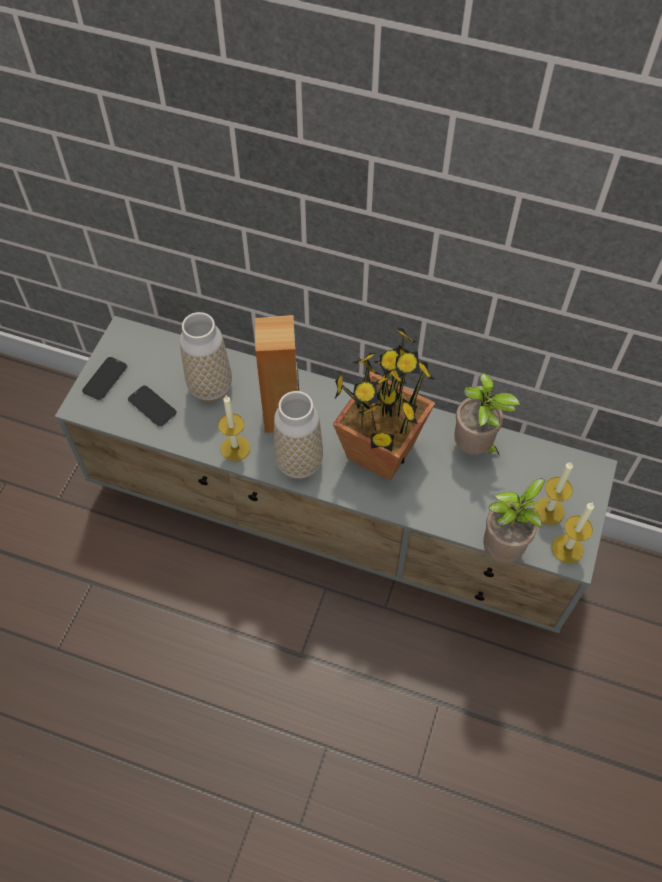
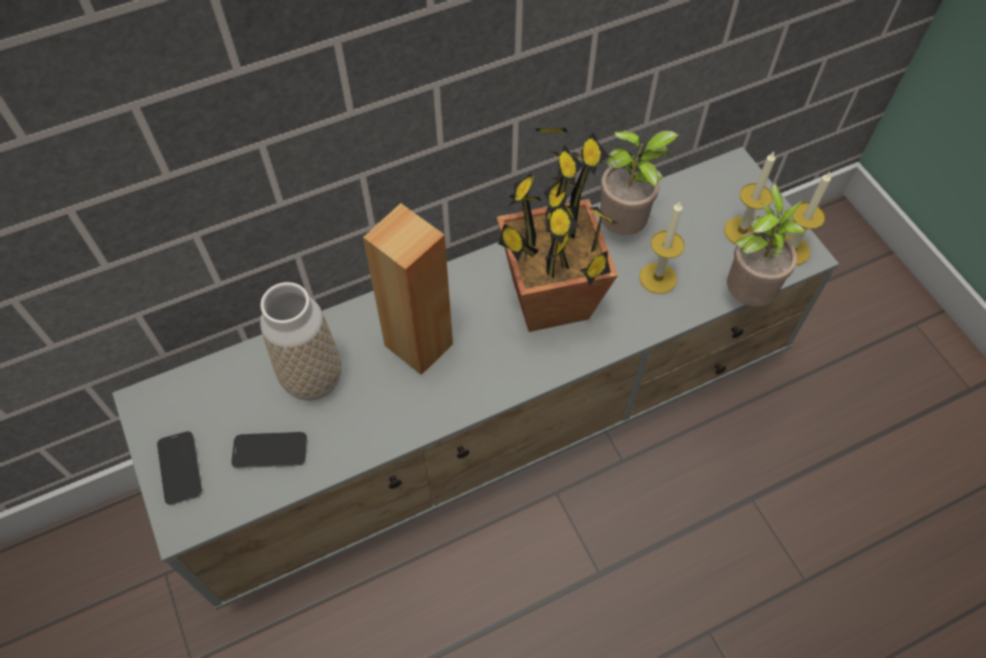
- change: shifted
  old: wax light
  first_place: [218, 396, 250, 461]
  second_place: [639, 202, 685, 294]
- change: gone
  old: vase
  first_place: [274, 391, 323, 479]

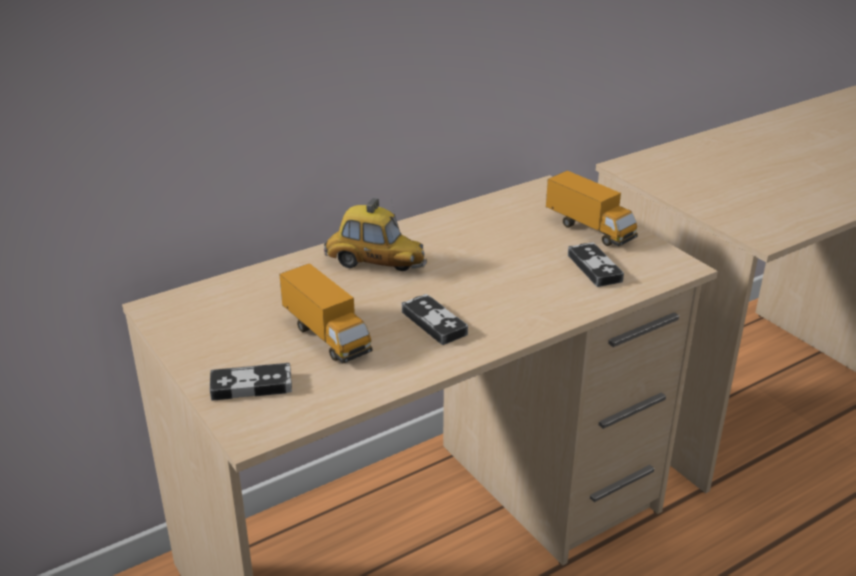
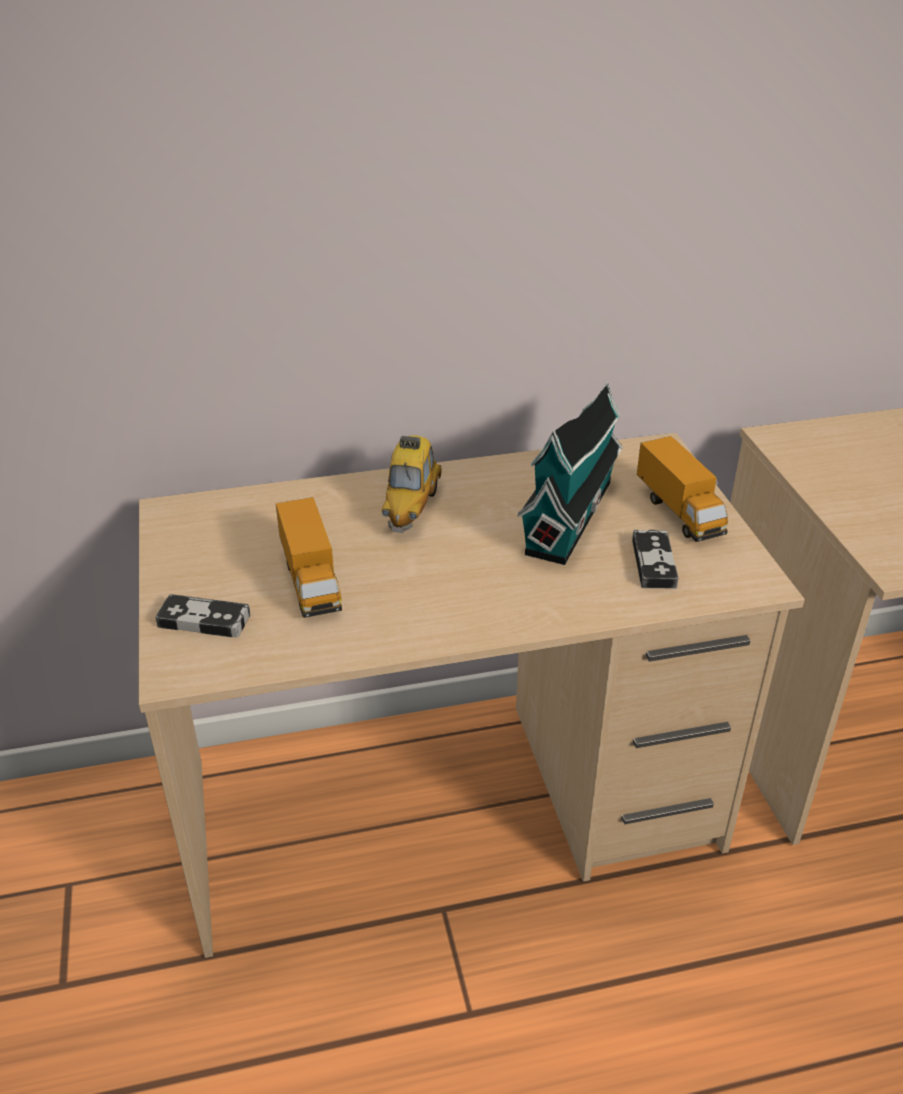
- change: rotated
  old: model car
  first_place: [324, 198, 427, 271]
  second_place: [382, 435, 441, 533]
  degrees: 60
- change: new
  new: toy house
  second_place: [517, 382, 623, 565]
- change: gone
  old: gamepad
  first_place: [402, 294, 468, 345]

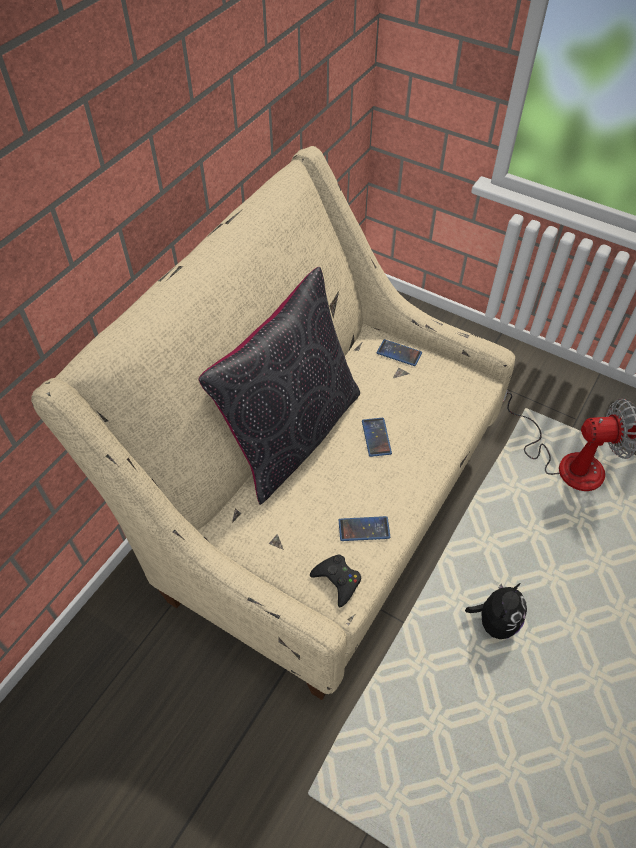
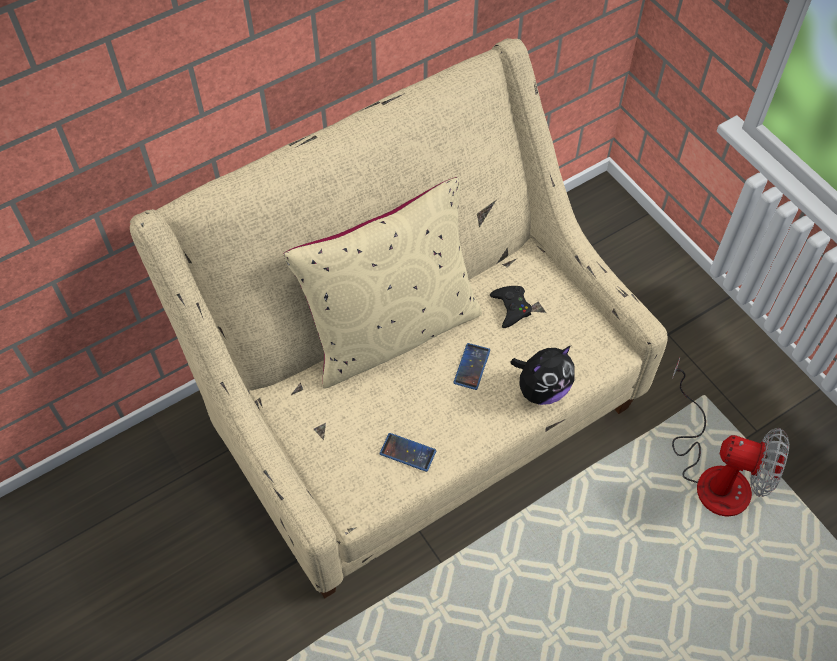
- change: repainted
  old: pillow (black-coloured)
  new: pillow (beige)
  first_place: [198, 267, 360, 505]
  second_place: [283, 177, 482, 389]
- change: shifted
  old: gamepad (black-coloured)
  first_place: [310, 554, 361, 607]
  second_place: [490, 286, 532, 328]
- change: shifted
  old: plush toy
  first_place: [465, 583, 527, 639]
  second_place: [510, 346, 575, 405]
- change: gone
  old: handset
  first_place: [377, 339, 422, 366]

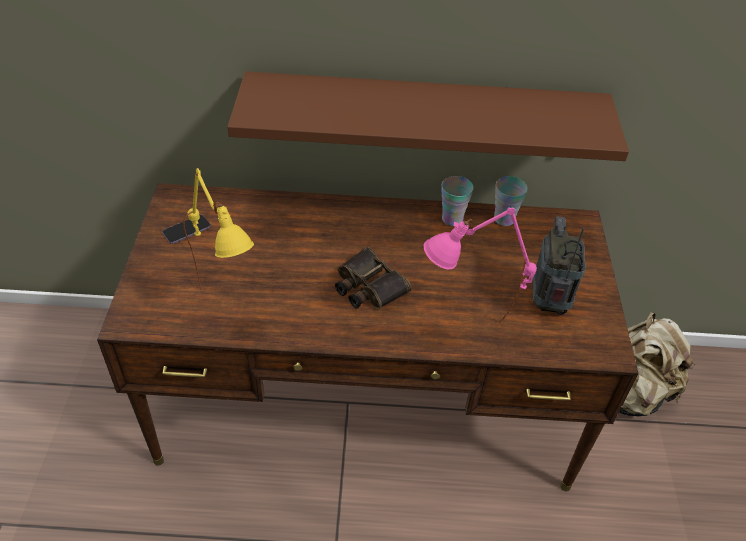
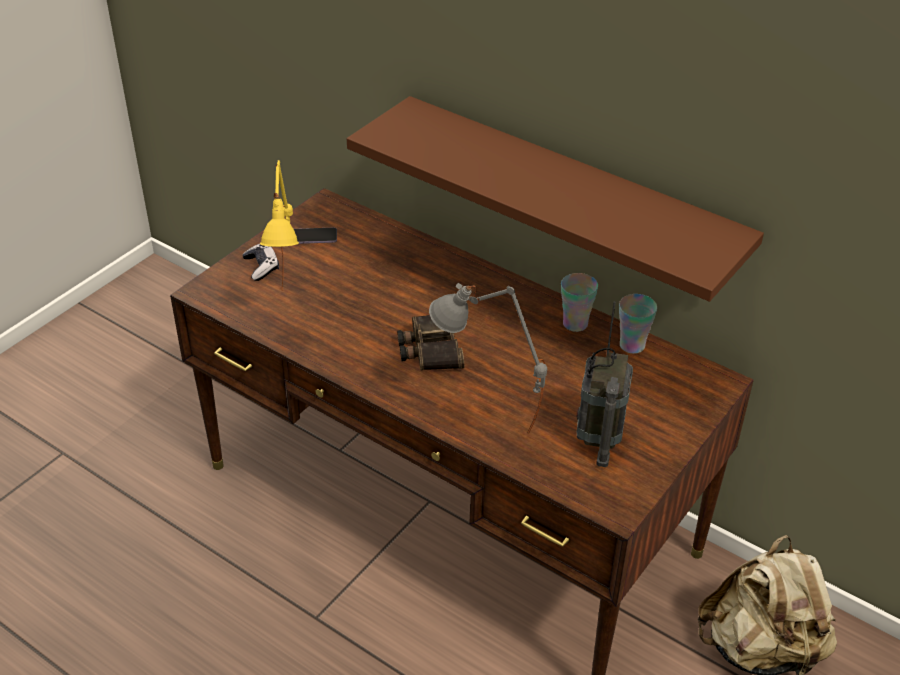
- change: new
  new: gamepad
  second_place: [242, 244, 279, 281]
- change: repainted
  old: tabletop lamp (pink-coloured)
  new: tabletop lamp (greyish)
  first_place: [424, 207, 537, 323]
  second_place: [429, 283, 547, 434]
- change: rotated
  old: radio receiver
  first_place: [533, 216, 586, 315]
  second_place: [576, 301, 633, 467]
  degrees: 150

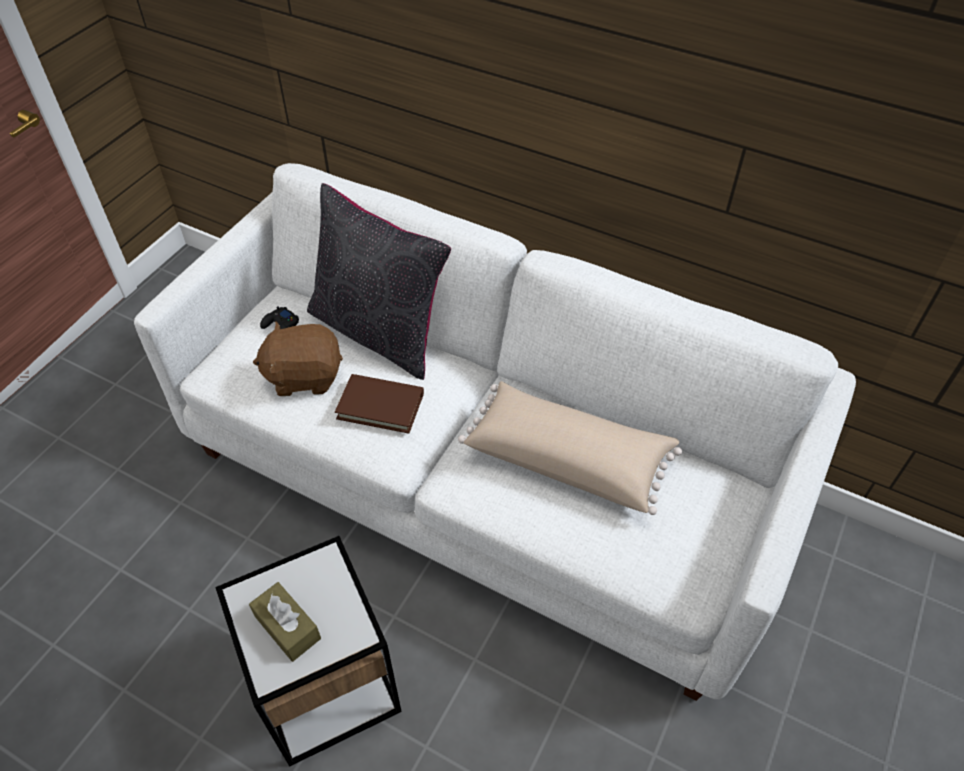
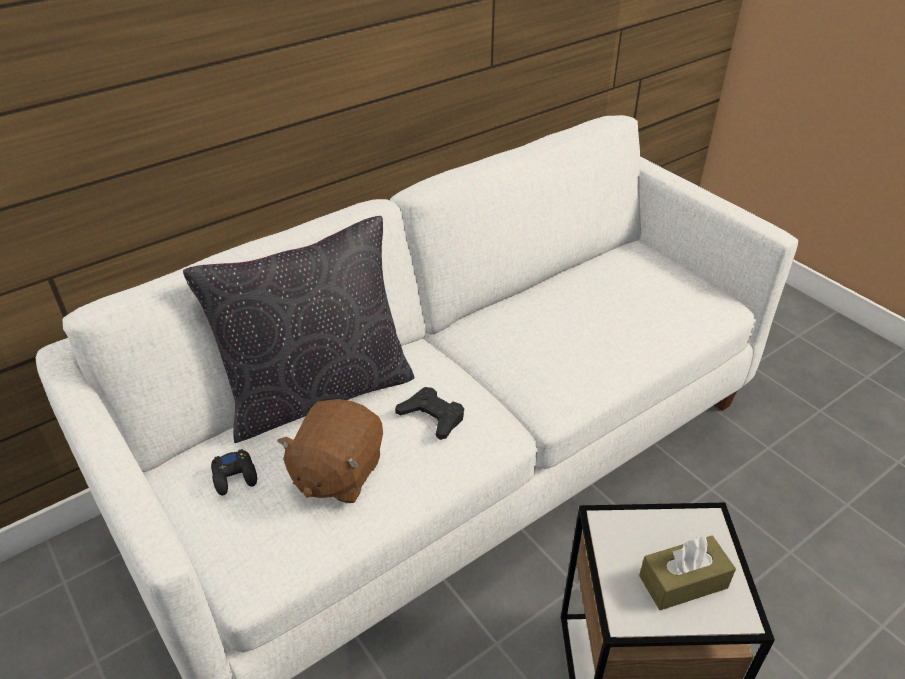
- change: swapped
  old: book (brown)
  new: gamepad (black-coloured)
  first_place: [335, 374, 424, 434]
  second_place: [395, 387, 464, 440]
- change: gone
  old: pillow (beige)
  first_place: [458, 381, 682, 515]

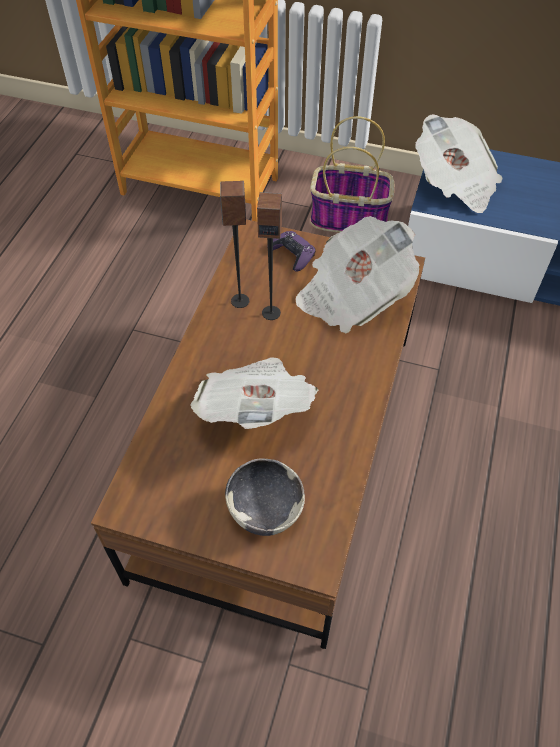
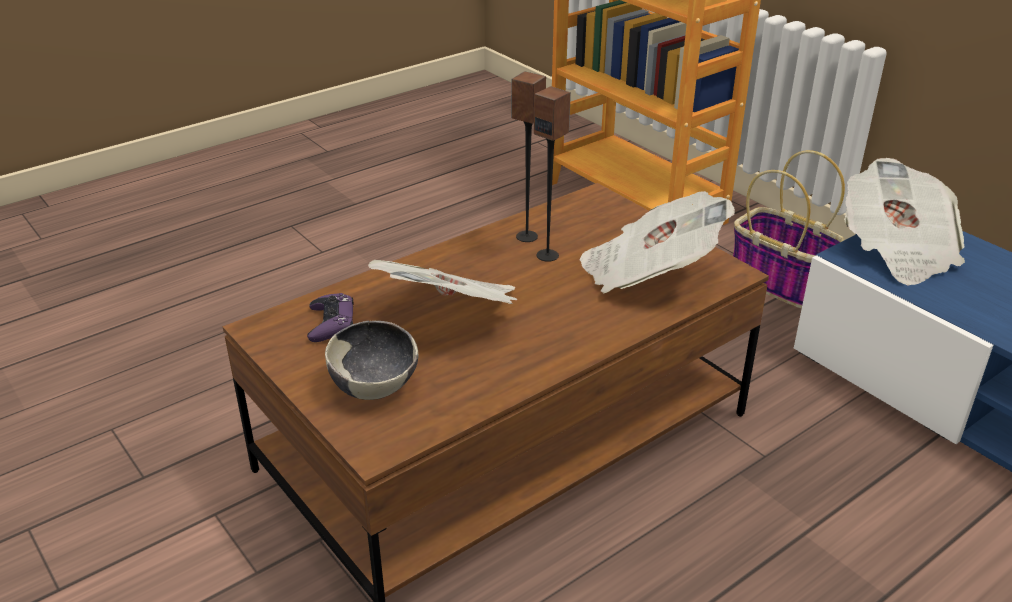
- change: shifted
  old: gamepad (purple)
  first_place: [267, 231, 316, 272]
  second_place: [307, 293, 353, 342]

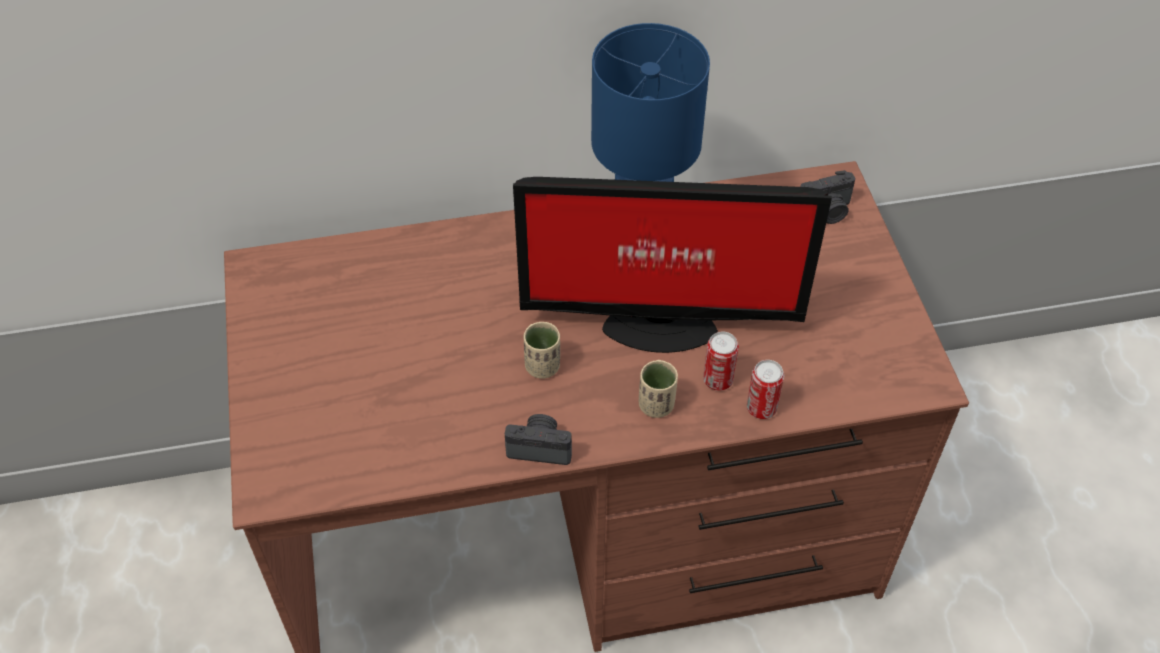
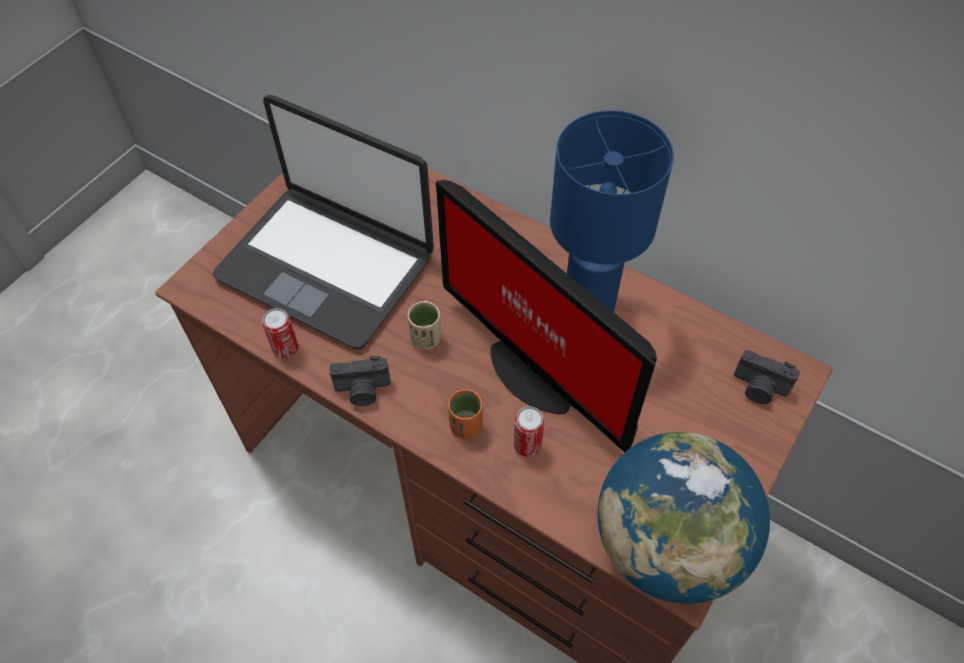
- change: new
  new: portable computer
  second_place: [212, 95, 434, 350]
- change: shifted
  old: can
  first_place: [747, 360, 784, 419]
  second_place: [262, 308, 299, 358]
- change: rotated
  old: photo camera
  first_place: [505, 414, 572, 465]
  second_place: [330, 356, 390, 406]
  degrees: 120
- change: repainted
  old: drinking cup (beige)
  new: drinking cup (orange)
  first_place: [639, 360, 678, 418]
  second_place: [448, 390, 482, 439]
- change: new
  new: desk globe
  second_place: [597, 432, 770, 604]

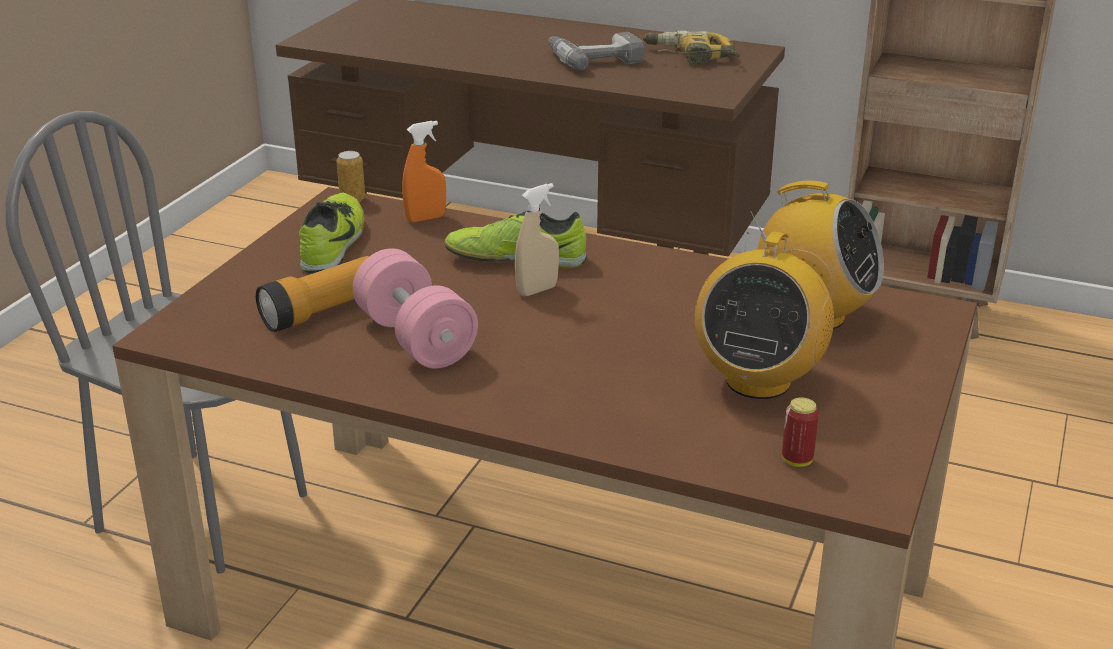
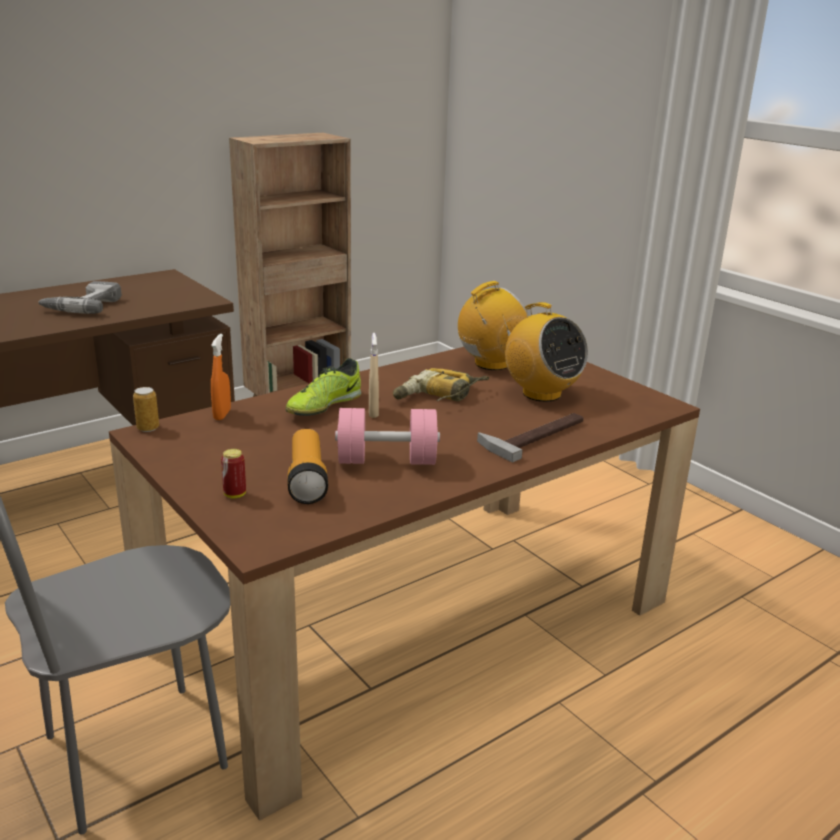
- change: shifted
  old: can
  first_place: [782, 397, 819, 467]
  second_place: [221, 449, 246, 498]
- change: shifted
  old: power drill
  first_place: [643, 30, 740, 64]
  second_place: [393, 368, 489, 401]
- change: new
  new: tool hammer
  second_place: [477, 413, 584, 463]
- change: gone
  old: shoe
  first_place: [299, 193, 365, 273]

